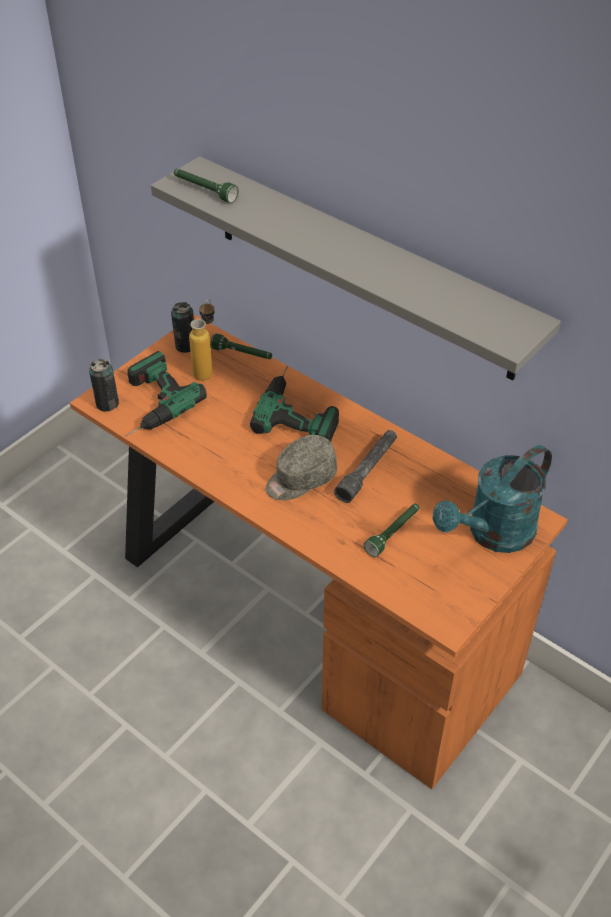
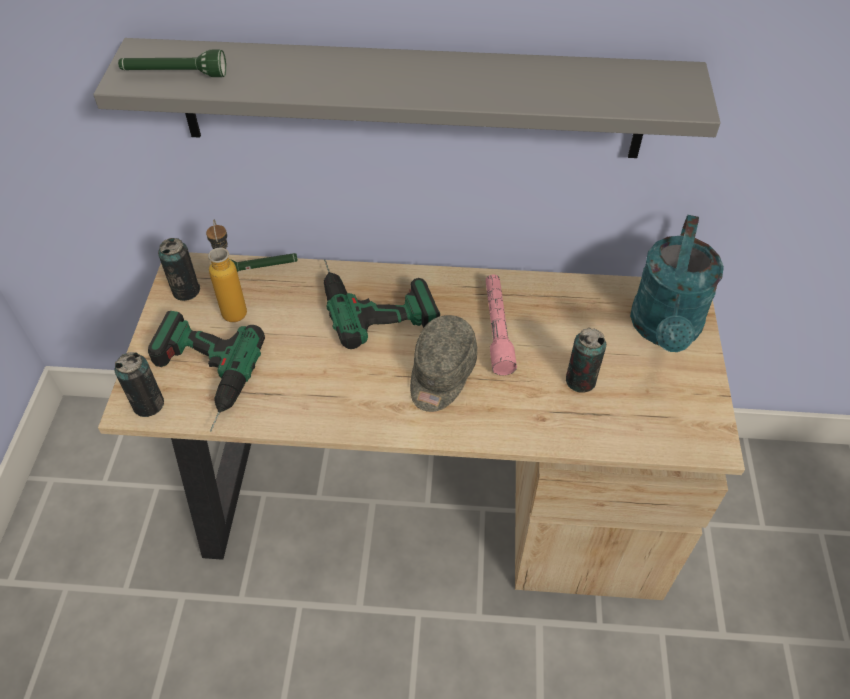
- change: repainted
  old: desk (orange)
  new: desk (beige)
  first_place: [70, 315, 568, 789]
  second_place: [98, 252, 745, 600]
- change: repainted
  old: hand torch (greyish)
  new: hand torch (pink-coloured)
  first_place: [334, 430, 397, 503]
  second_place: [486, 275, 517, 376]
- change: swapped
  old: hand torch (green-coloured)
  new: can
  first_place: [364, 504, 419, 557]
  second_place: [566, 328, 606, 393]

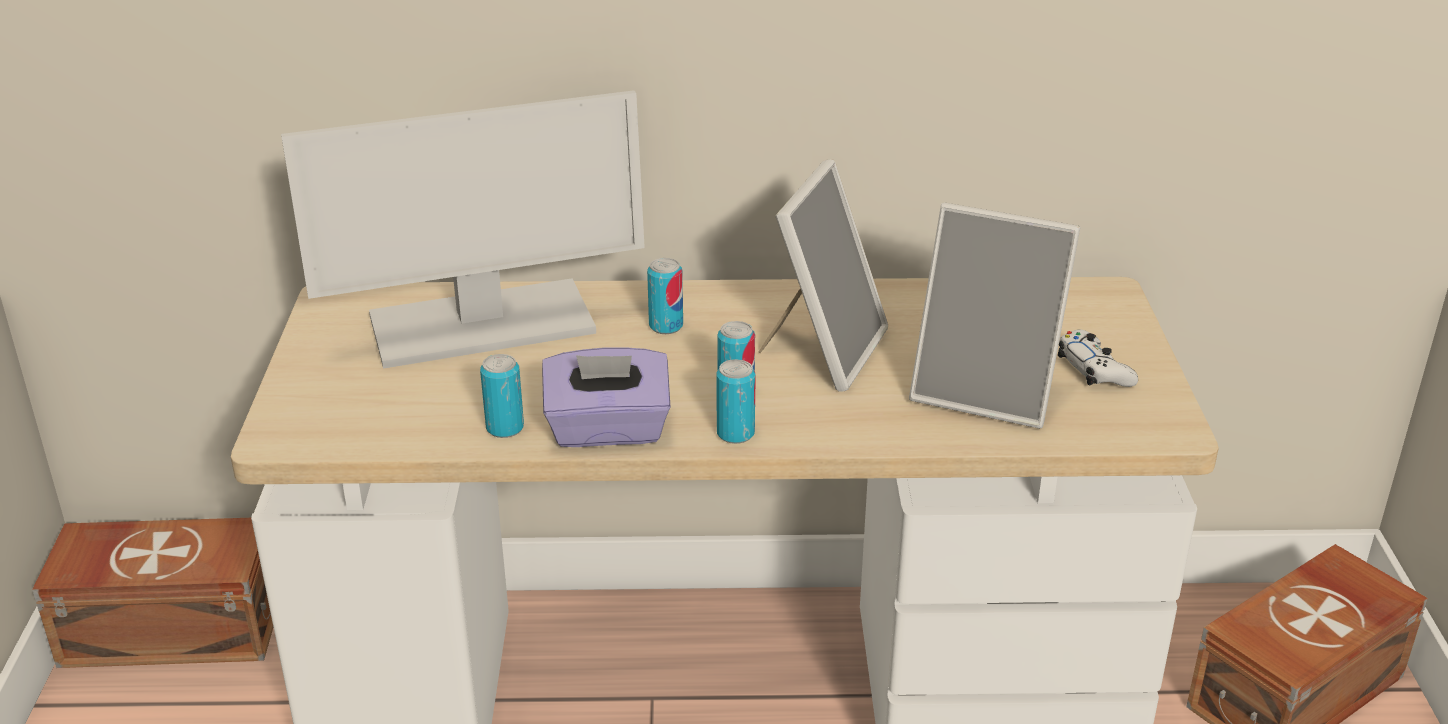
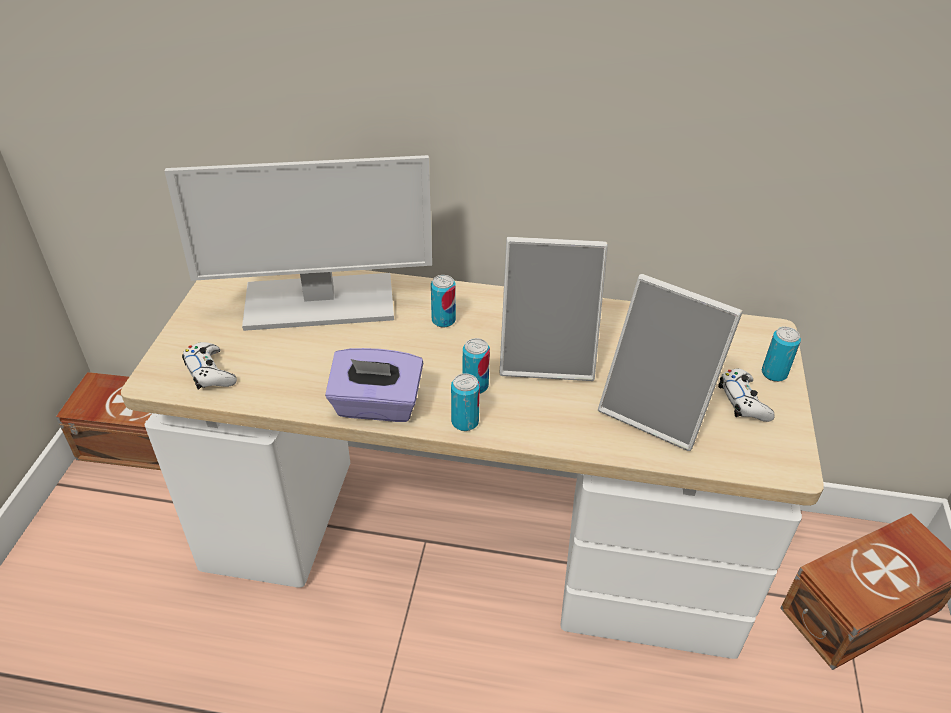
- change: new
  new: gamepad (white-coloured)
  second_place: [182, 342, 237, 390]
- change: rotated
  old: picture frame
  first_place: [759, 159, 888, 392]
  second_place: [500, 237, 608, 381]
  degrees: 60
- change: shifted
  old: can
  first_place: [480, 354, 524, 438]
  second_place: [762, 327, 801, 382]

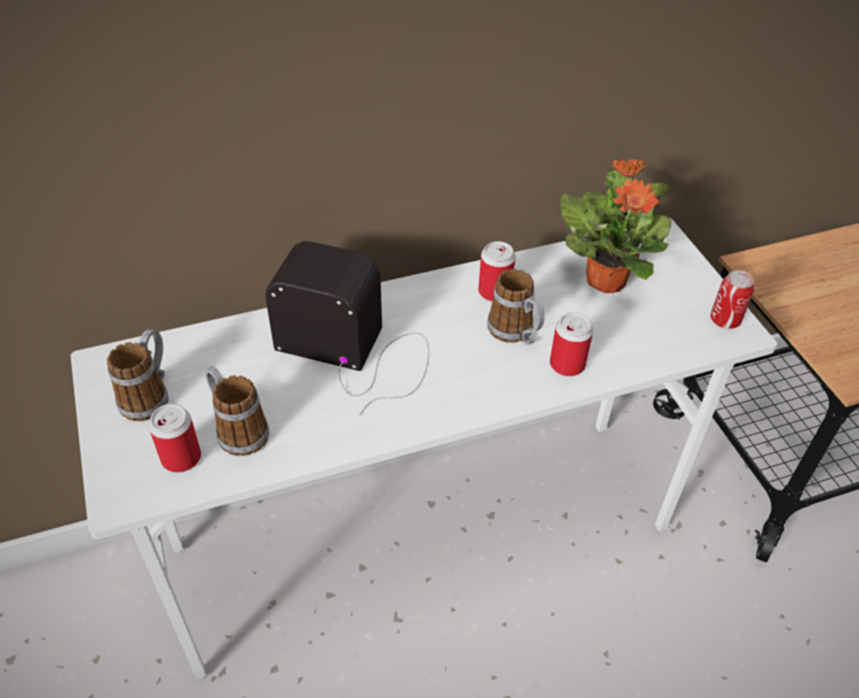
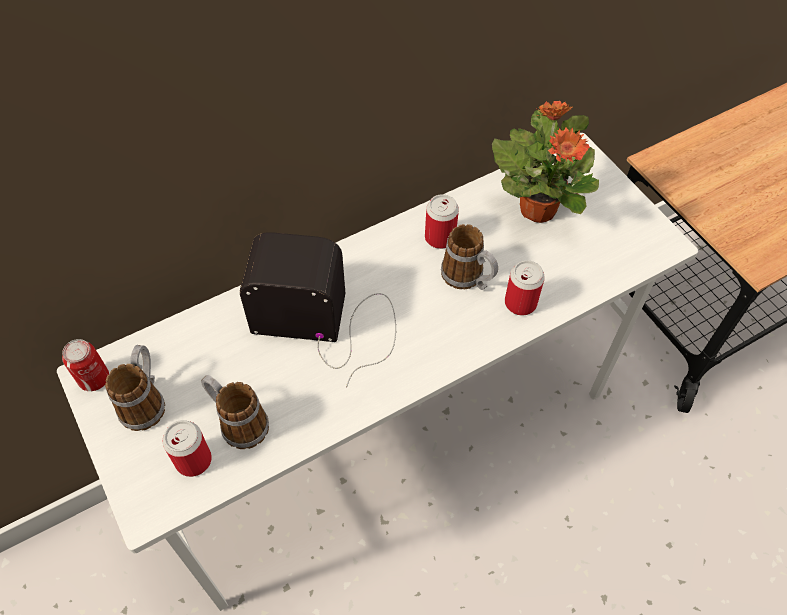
- change: shifted
  old: can
  first_place: [710, 270, 754, 329]
  second_place: [62, 339, 109, 391]

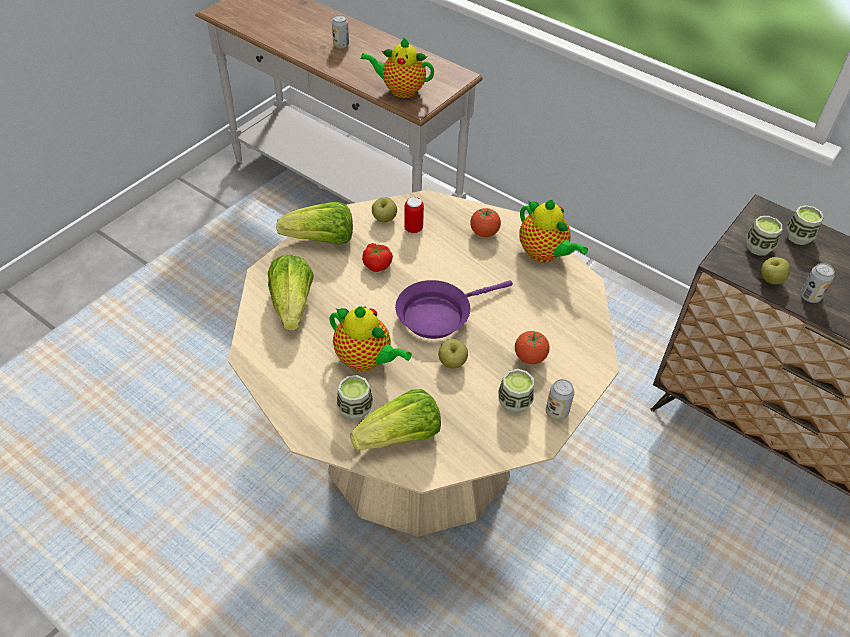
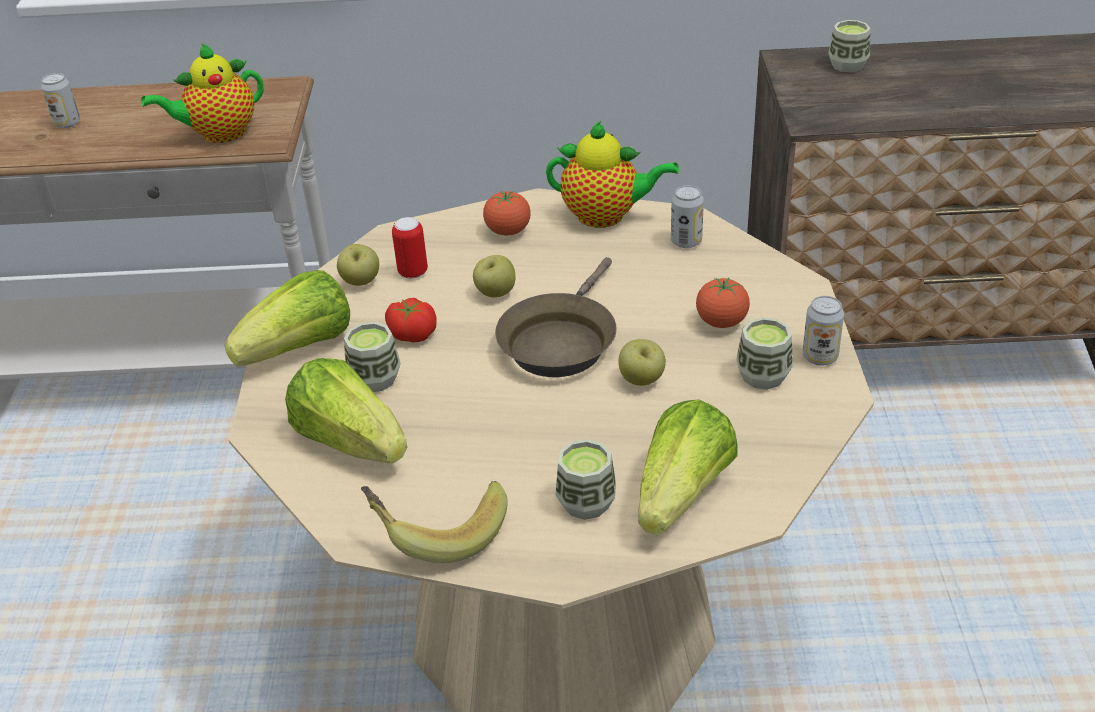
- change: shifted
  old: drinking cup
  first_place: [746, 216, 782, 256]
  second_place: [344, 322, 401, 392]
- change: new
  new: banana
  second_place: [361, 481, 508, 563]
- change: shifted
  old: apple fruit
  first_place: [761, 257, 790, 284]
  second_place: [473, 255, 516, 298]
- change: repainted
  old: pan (purple)
  new: pan (brown)
  first_place: [395, 280, 513, 339]
  second_place: [495, 257, 617, 377]
- change: shifted
  old: can
  first_place: [800, 263, 834, 303]
  second_place: [671, 185, 704, 248]
- change: gone
  old: tea pot
  first_place: [329, 306, 412, 371]

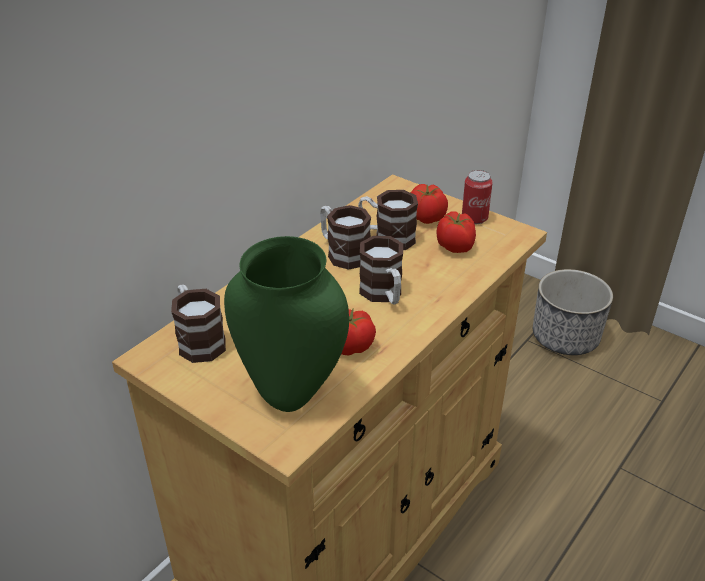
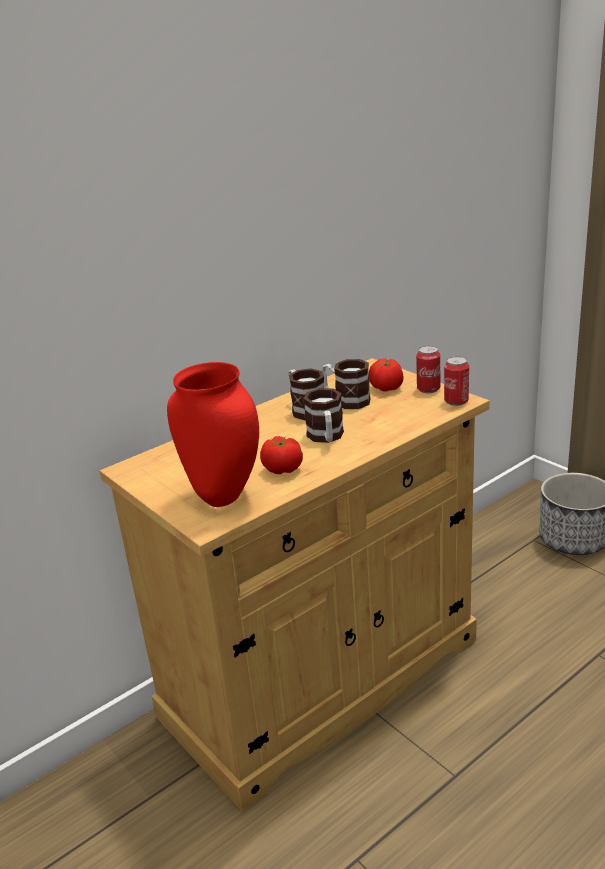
- change: repainted
  old: vase (green-coloured)
  new: vase (red-coloured)
  first_place: [224, 236, 349, 412]
  second_place: [167, 362, 259, 507]
- change: new
  new: can
  second_place: [444, 357, 469, 406]
- change: gone
  old: mug
  first_place: [171, 284, 226, 363]
- change: gone
  old: tomato
  first_place: [436, 211, 476, 253]

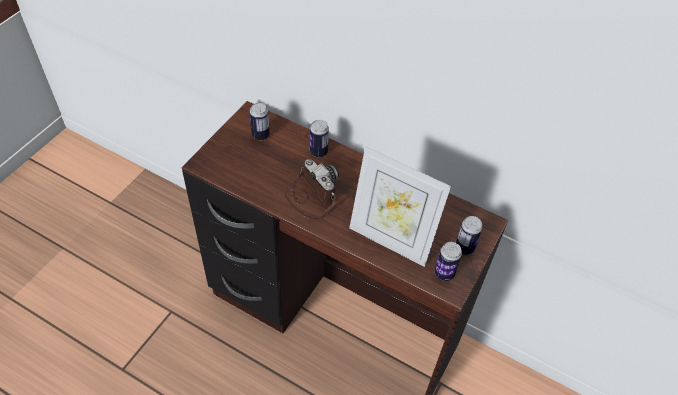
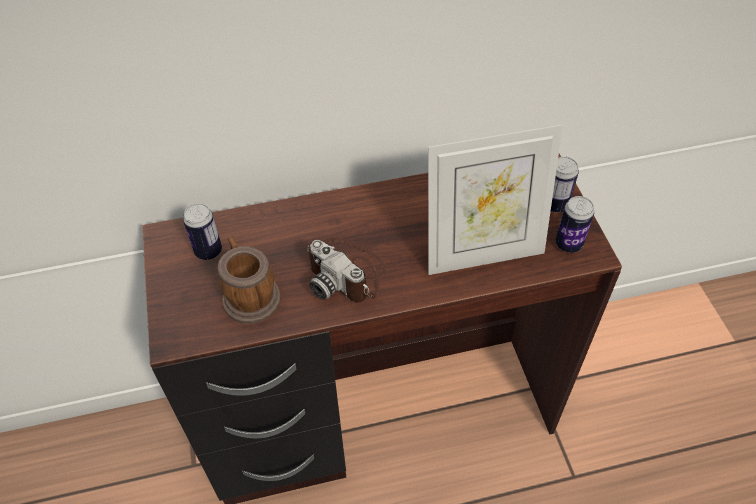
- change: new
  new: mug
  second_place: [217, 237, 281, 324]
- change: rotated
  old: photo camera
  first_place: [285, 159, 339, 220]
  second_place: [306, 237, 387, 303]
  degrees: -150
- change: gone
  old: can
  first_place: [310, 120, 329, 157]

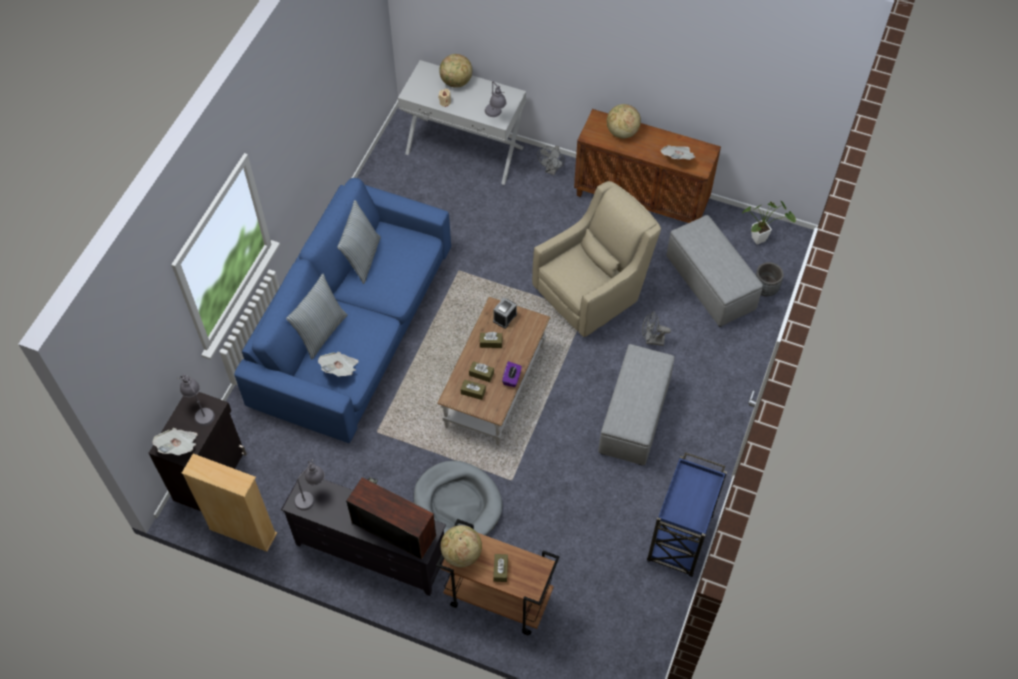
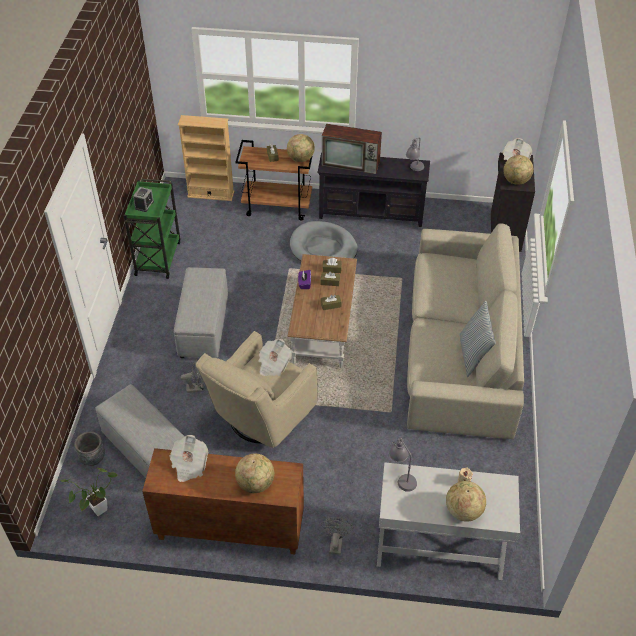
- change: repainted
  old: cart (bluish)
  new: cart (green-coloured)
  first_place: [647, 452, 727, 577]
  second_place: [124, 178, 180, 279]
- change: shifted
  old: table clock
  first_place: [493, 297, 517, 329]
  second_place: [133, 187, 154, 212]
- change: shifted
  old: shelving unit (beige)
  first_place: [182, 454, 277, 552]
  second_place: [178, 115, 234, 201]
- change: shifted
  old: printed paper
  first_place: [318, 352, 359, 377]
  second_place: [258, 339, 292, 376]
- change: repainted
  old: couch (bluish)
  new: couch (beige)
  first_place: [234, 178, 451, 443]
  second_place: [407, 223, 524, 439]
- change: swapped
  old: tabletop lamp (greyish)
  new: desk globe
  first_place: [178, 374, 215, 426]
  second_place: [504, 155, 533, 185]
- change: gone
  old: pillow
  first_place: [286, 274, 348, 359]

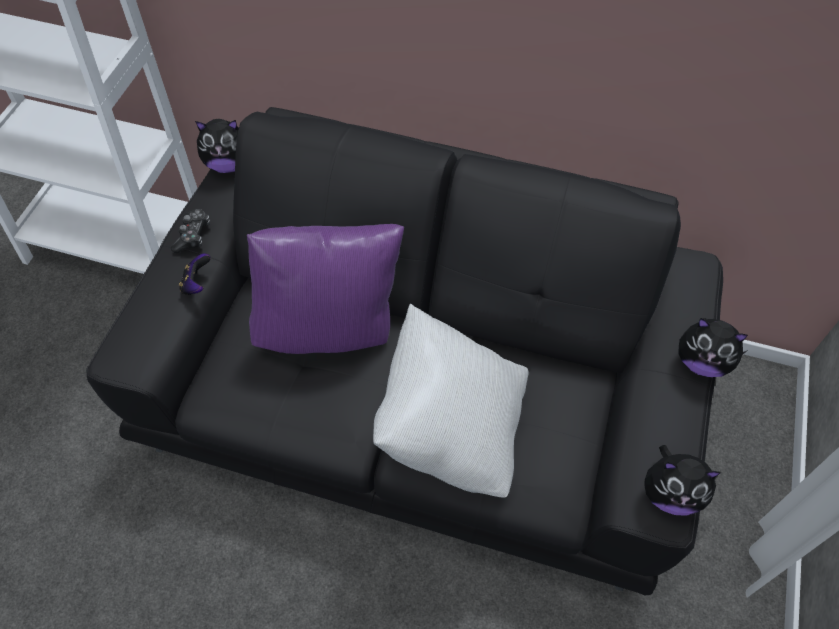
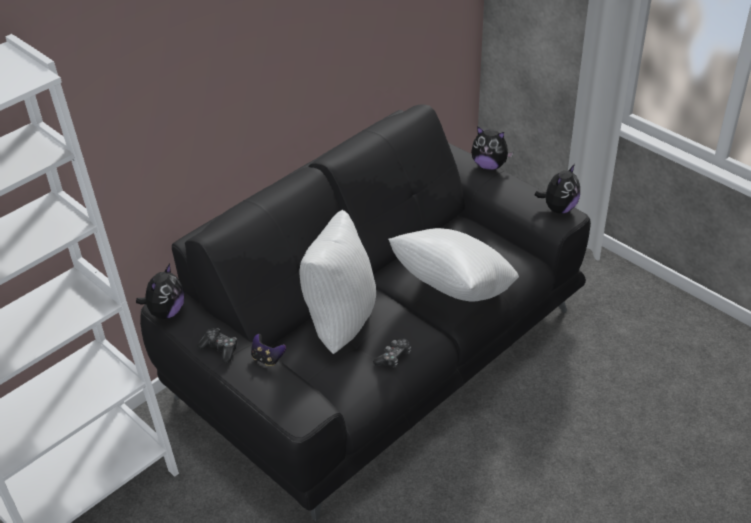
- change: repainted
  old: pillow (purple)
  new: pillow (white-coloured)
  first_place: [247, 224, 404, 354]
  second_place: [299, 210, 376, 354]
- change: new
  new: gamepad
  second_place: [373, 338, 411, 368]
- change: rotated
  old: plush toy
  first_place: [679, 318, 748, 377]
  second_place: [471, 126, 514, 170]
  degrees: 60

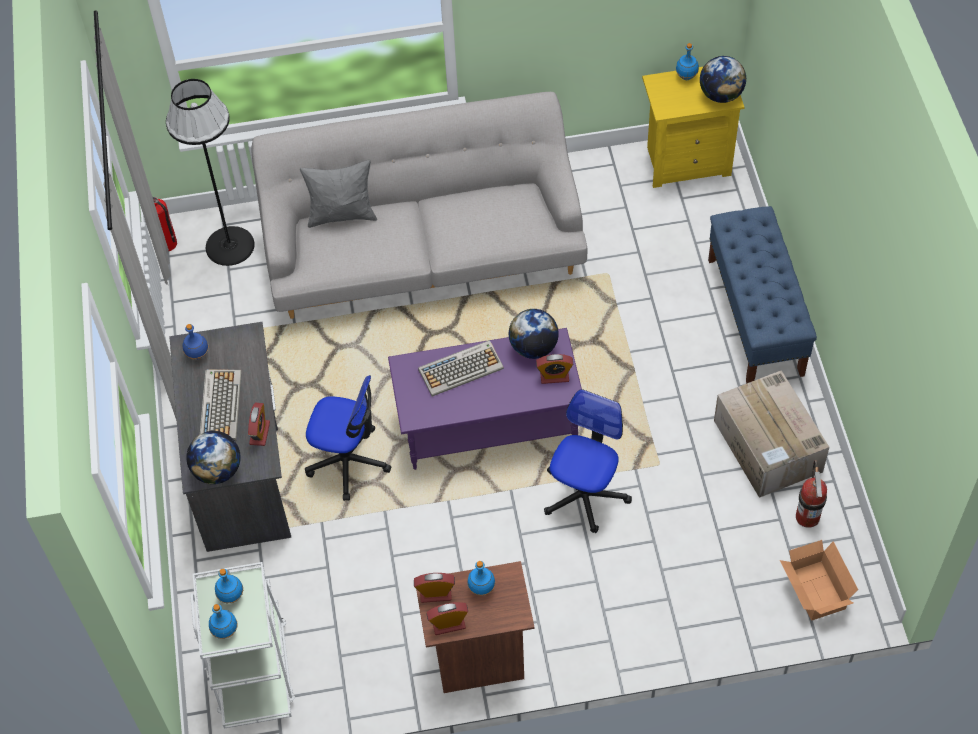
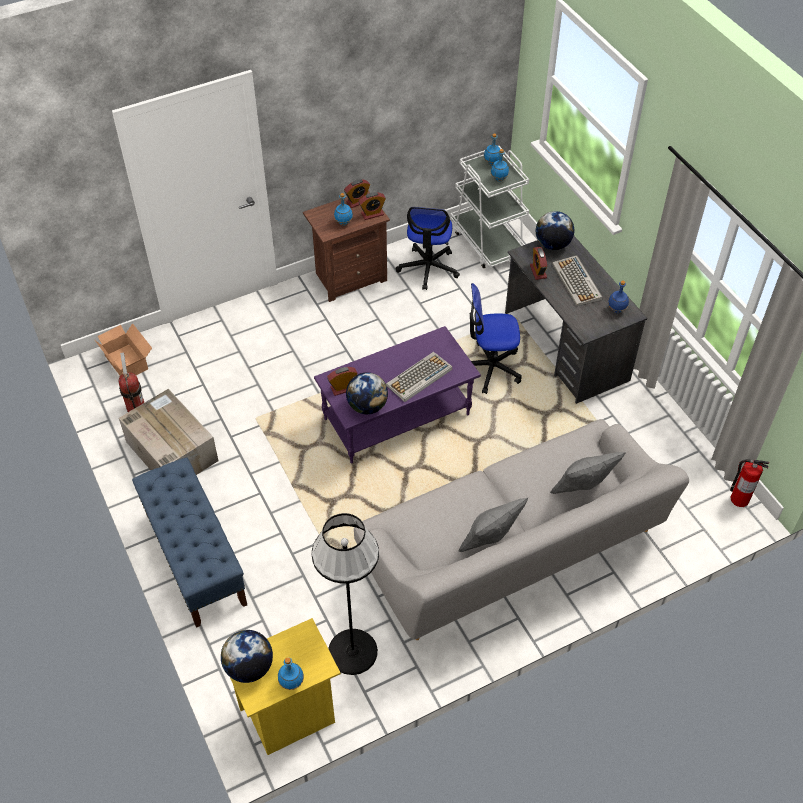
- change: shifted
  old: floor lamp (black-coloured)
  first_place: [166, 79, 255, 266]
  second_place: [312, 513, 379, 675]
- change: shifted
  old: computer chair
  first_place: [544, 389, 632, 533]
  second_place: [396, 207, 460, 290]
- change: new
  new: pillow (greyish)
  second_place: [458, 498, 528, 552]

